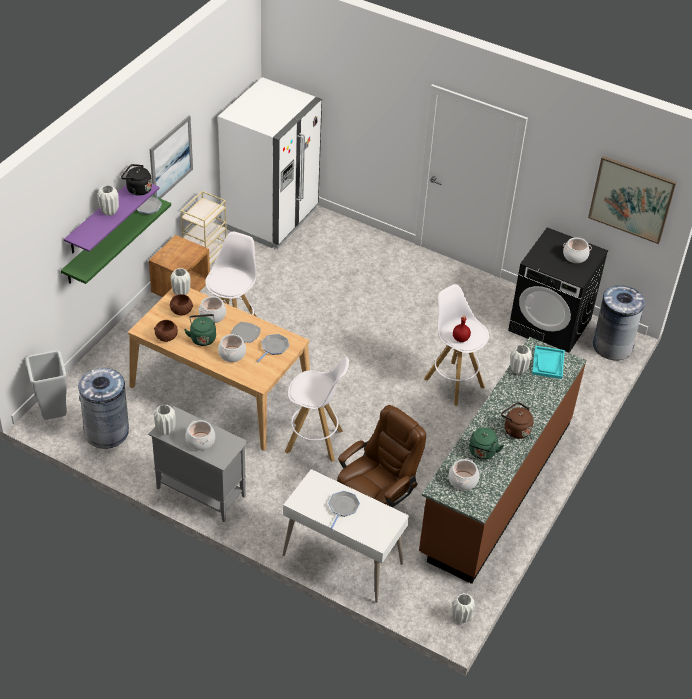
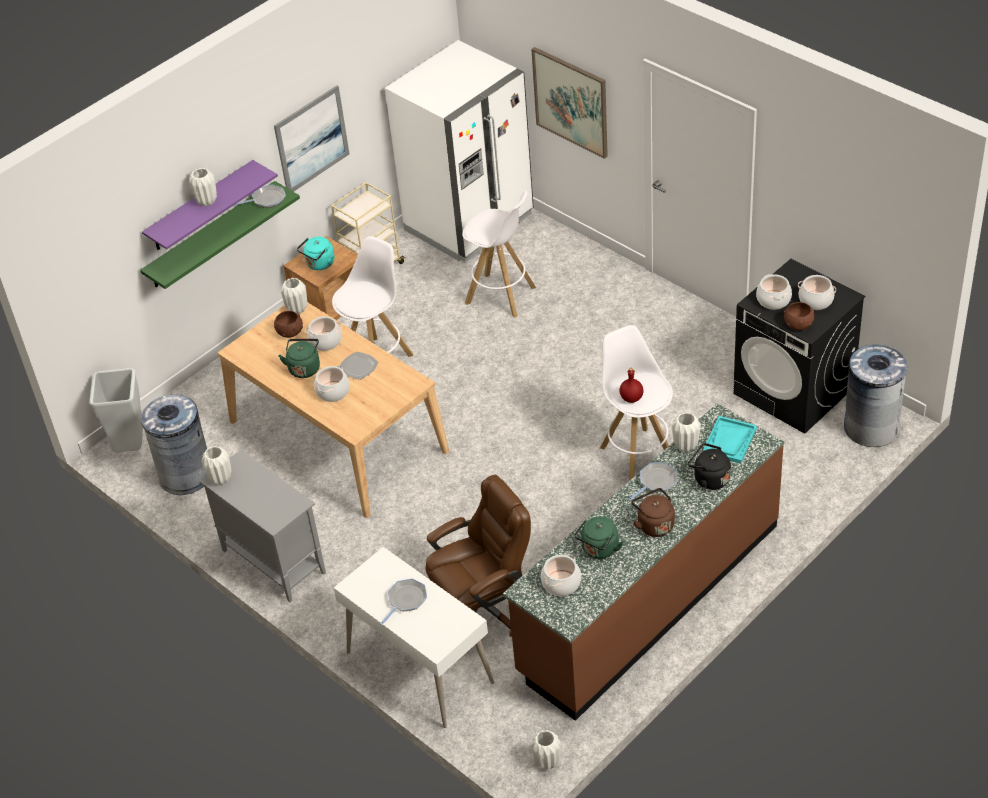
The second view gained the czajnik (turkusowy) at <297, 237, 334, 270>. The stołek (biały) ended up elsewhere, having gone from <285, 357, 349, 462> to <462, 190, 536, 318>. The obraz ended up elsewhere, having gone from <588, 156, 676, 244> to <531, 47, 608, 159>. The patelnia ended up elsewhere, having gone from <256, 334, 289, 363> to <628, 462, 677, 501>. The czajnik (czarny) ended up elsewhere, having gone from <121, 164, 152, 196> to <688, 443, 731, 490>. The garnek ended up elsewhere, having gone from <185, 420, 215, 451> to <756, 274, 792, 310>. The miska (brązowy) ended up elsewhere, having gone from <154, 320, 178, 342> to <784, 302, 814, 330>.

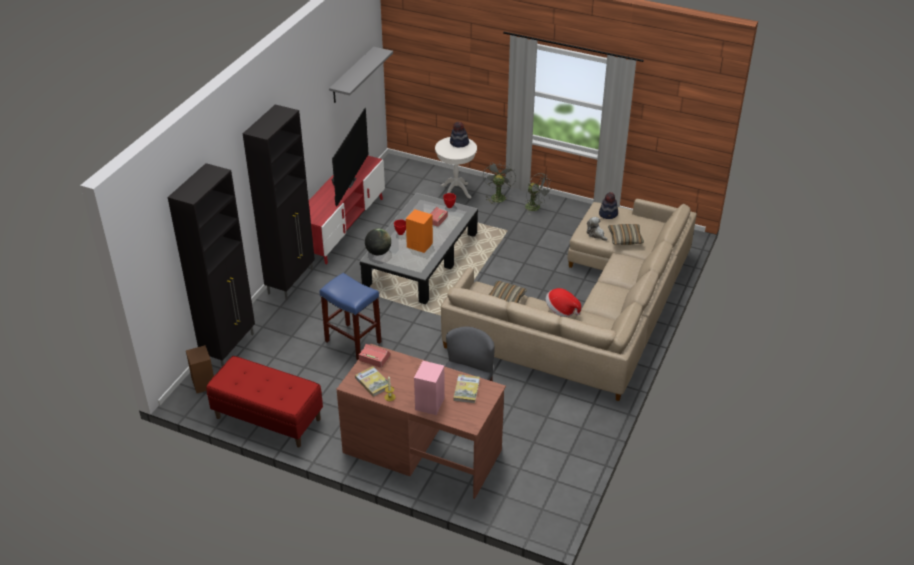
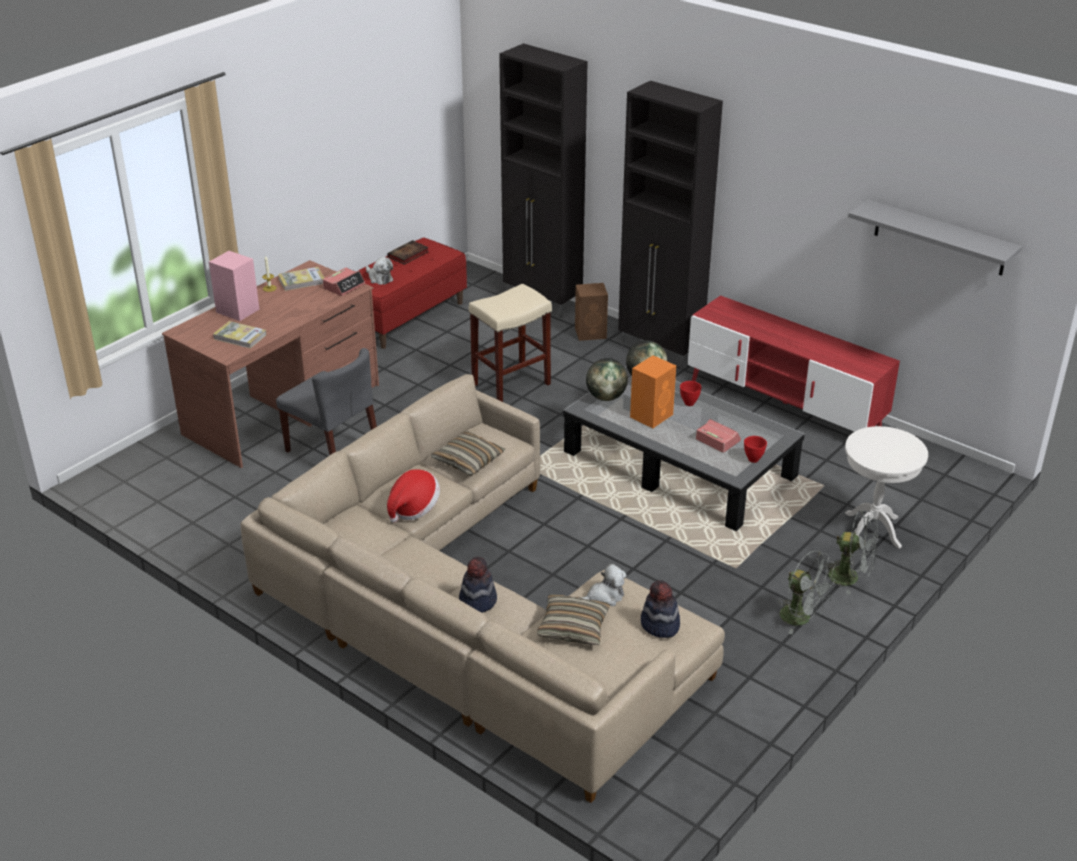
The second view gained the pluszak at <366, 257, 393, 285>. The second view gained the książka at <388, 240, 429, 265>. The kapelusz ended up elsewhere, having gone from <450, 122, 469, 147> to <459, 557, 497, 613>. What was the stołek (niebieski) at <320, 273, 381, 360> turned into the stołek (beżowy) at <469, 284, 552, 402>. The głośnik (brązowy) ended up elsewhere, having gone from <186, 345, 214, 393> to <575, 283, 608, 341>. The second view gained the globus at <586, 358, 628, 401>. The wentylator (szary) at <525, 173, 552, 215> ended up facing another way, 105 degrees counterclockwise from before. The second view lost the telewizor at <332, 108, 369, 207>.

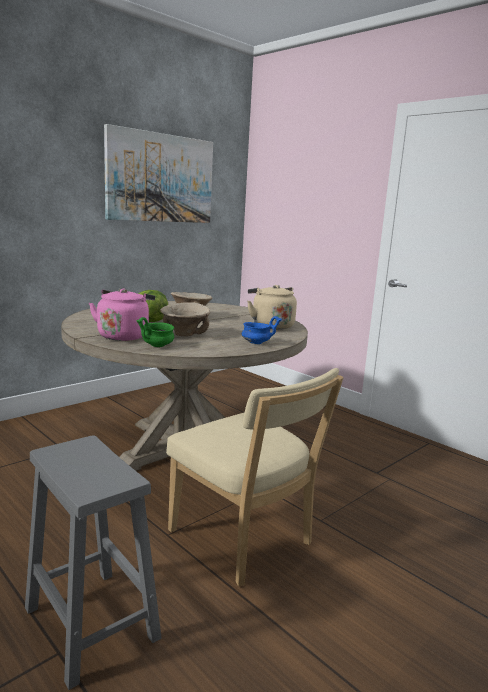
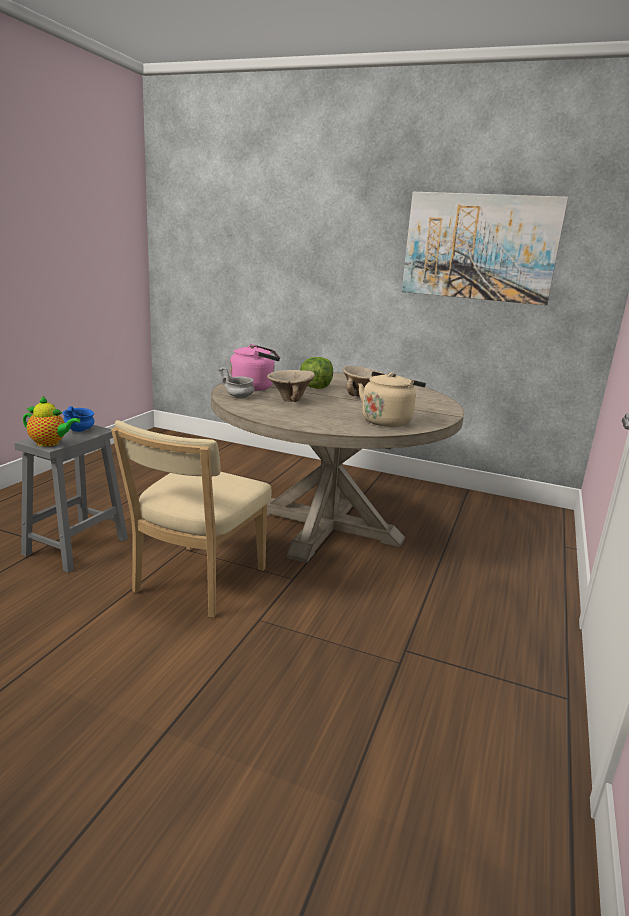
The second view gained the imbryk at <23, 396, 80, 447>. The miska (niebieski) ended up elsewhere, having gone from <242, 316, 282, 344> to <62, 406, 94, 432>. What was the miska (zielony) at <136, 317, 174, 347> turned into the miska (szary) at <218, 367, 255, 399>.

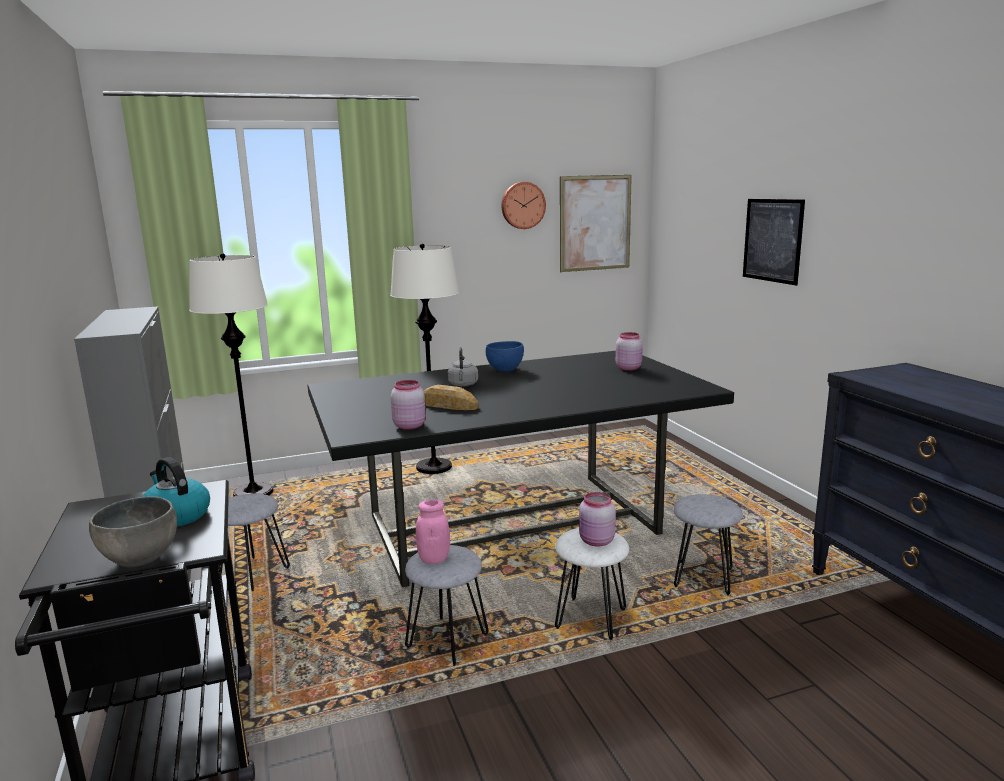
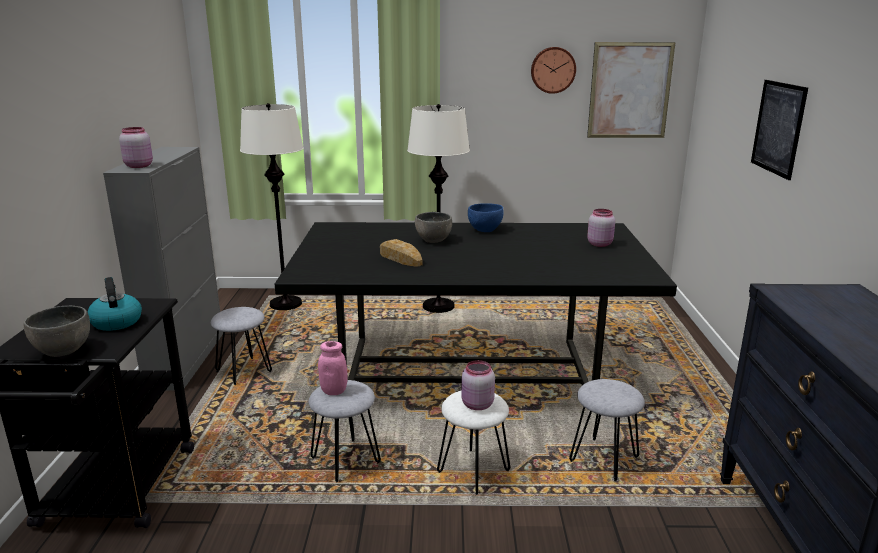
The słoik (różowy) ended up elsewhere, having gone from <391, 380, 426, 430> to <119, 127, 153, 168>. Where the czajnik (szary) stood at <448, 347, 478, 386>, the miska (szary) came to stand at <415, 212, 452, 243>.

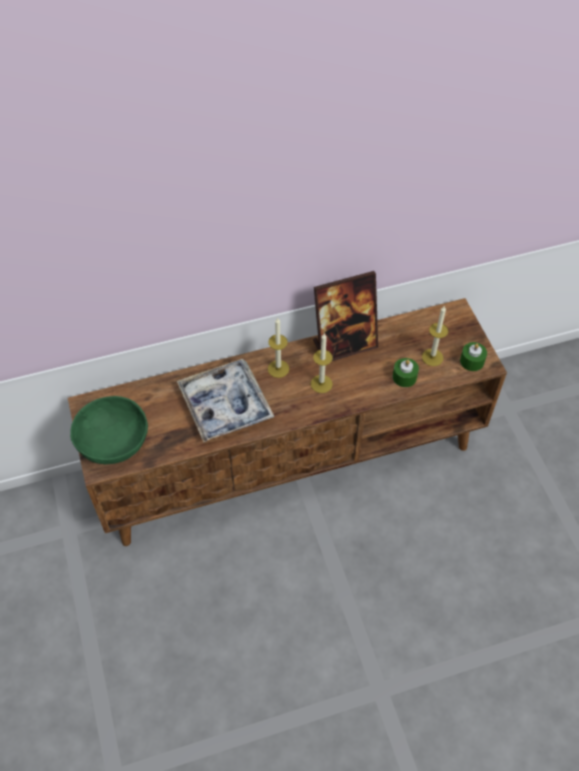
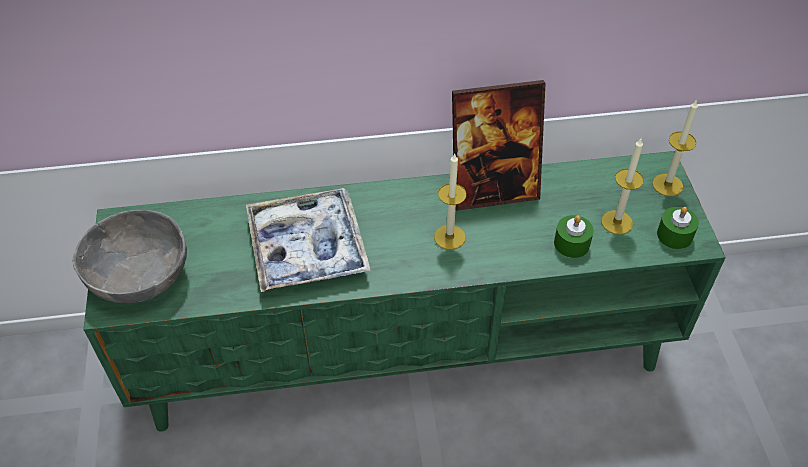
What was the miska (zielony) at <70, 396, 148, 464> turned into the miska (szary) at <73, 210, 187, 303>. What was the szafka pod telewizor (brązowy) at <68, 298, 507, 546> turned into the szafka pod telewizor (zielony) at <83, 151, 726, 432>. The świeca ended up elsewhere, having gone from <268, 317, 289, 378> to <652, 99, 698, 196>.

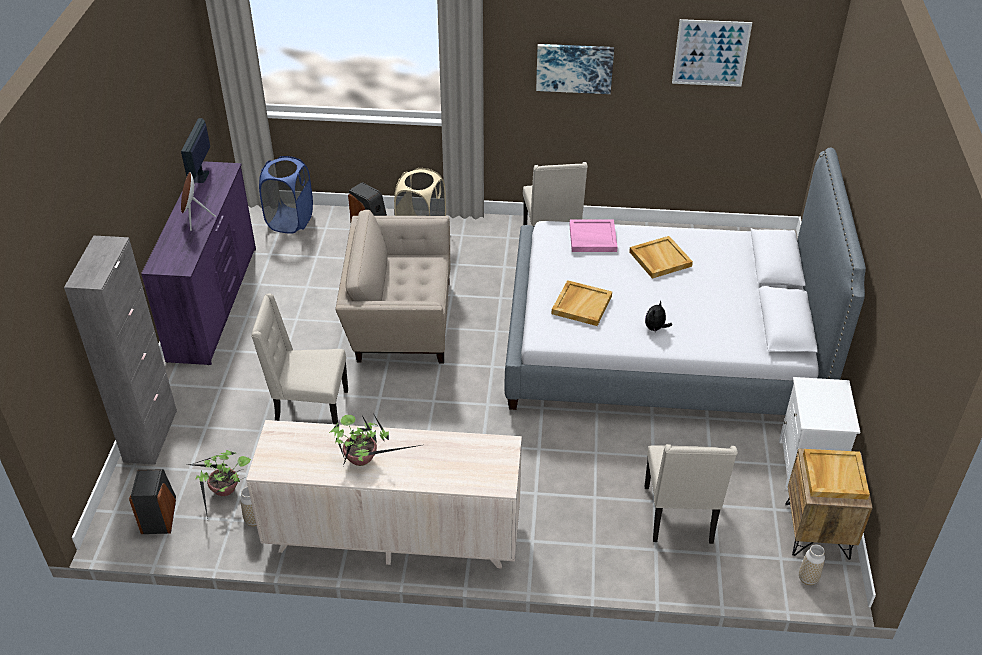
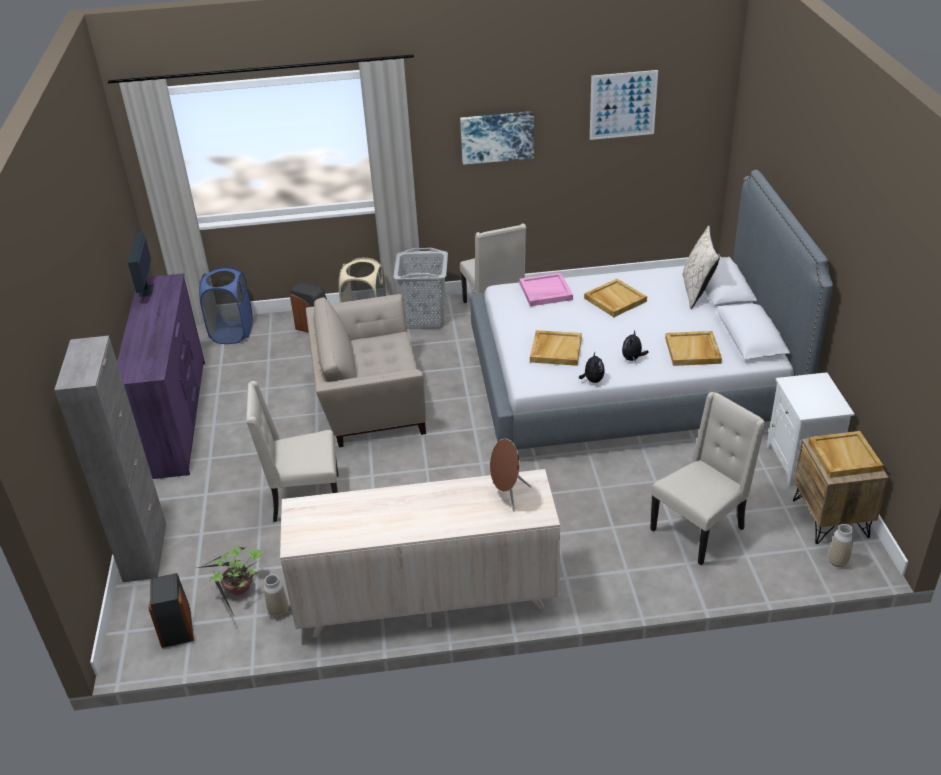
The second view gained the kosz na pranie (szary) at <393, 248, 448, 329>. The głośnik (brązowy) ended up elsewhere, having gone from <181, 172, 216, 231> to <490, 439, 531, 512>. The second view gained the pluszak at <579, 352, 605, 383>. The krzesło (beżowy) at <645, 444, 737, 544> ended up facing another way, 120 degrees counterclockwise from before. The second view gained the taca (beżowy) at <665, 331, 722, 366>. The second view gained the poduszka (beżowy) at <683, 225, 720, 309>. The second view lost the roślina doniczkowa at <329, 415, 427, 466>.

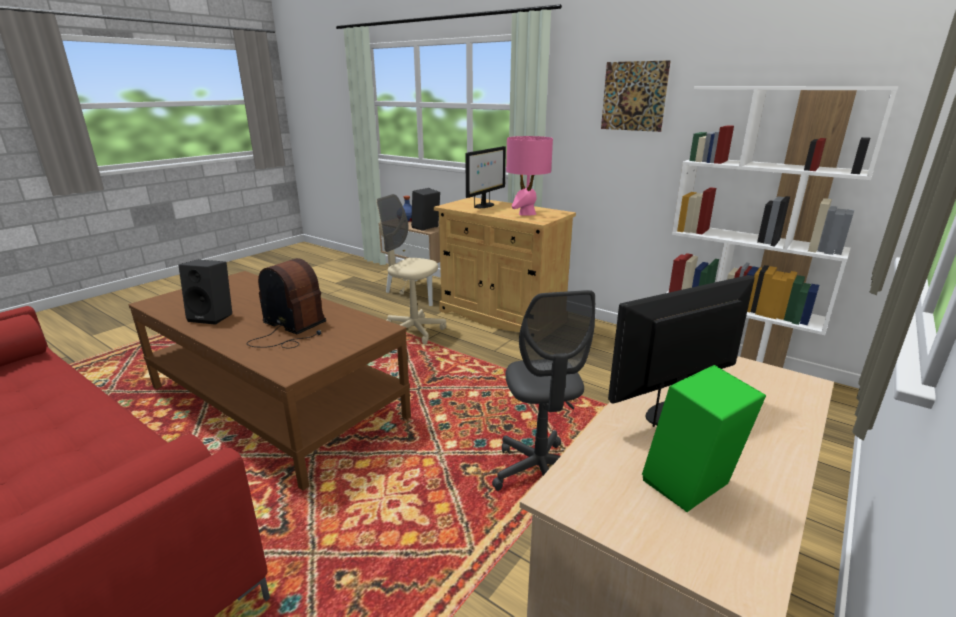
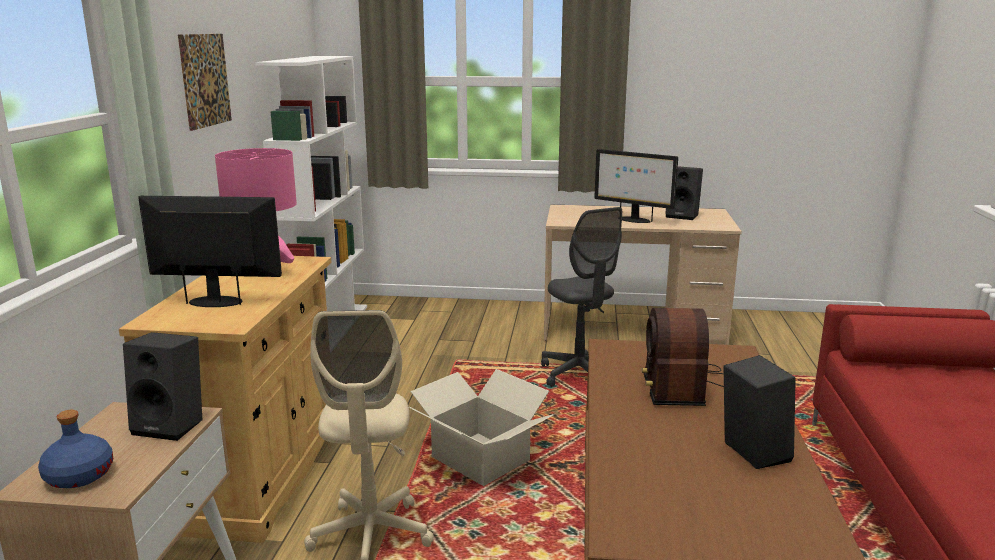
The second view gained the karton at <409, 369, 554, 486>. The krzesło biurowe (szary) at <492, 290, 595, 491> ended up facing another way, 105 degrees clockwise from before. What was the głośnik (zielony) at <642, 365, 766, 512> turned into the głośnik (czarny) at <665, 166, 703, 220>.

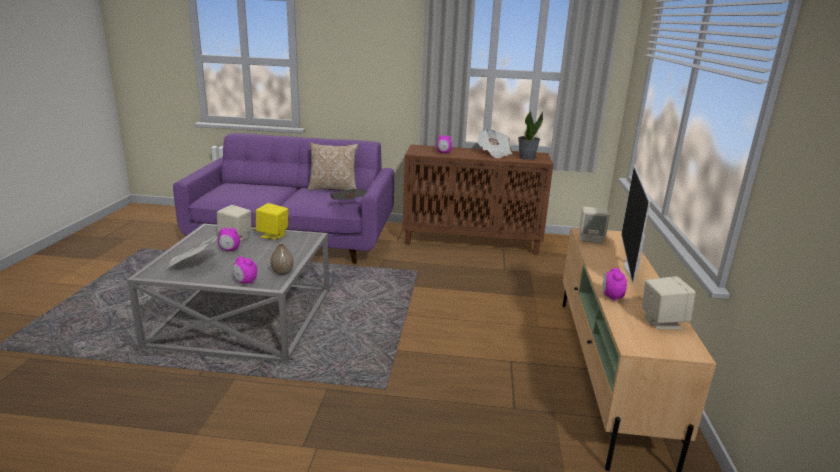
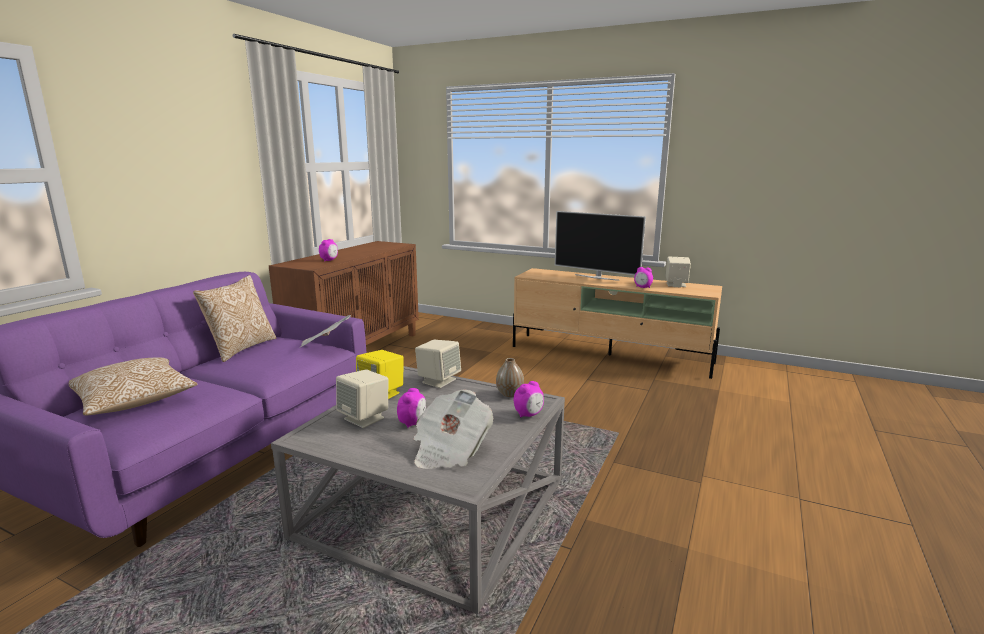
The second view gained the poduszka at <69, 357, 198, 416>. The głośnik (beżowy) ended up elsewhere, having gone from <579, 206, 609, 243> to <415, 340, 461, 388>. The second view lost the gazeta at <478, 129, 513, 158>. The second view lost the roślina doniczkowa at <518, 111, 543, 160>.

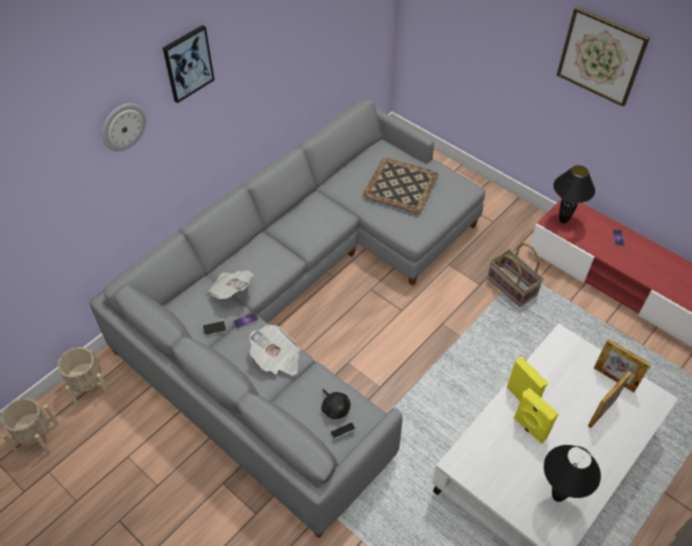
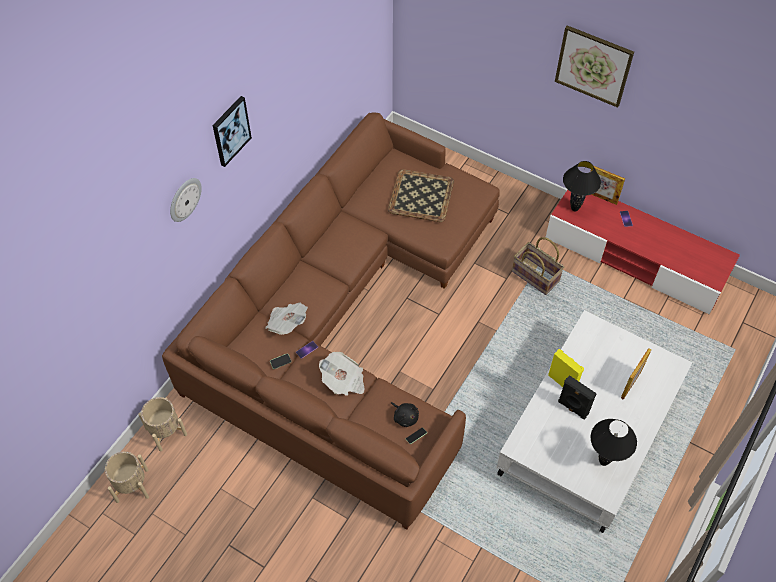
What was the kanapa (szary) at <89, 98, 485, 538> turned into the kanapa (brązowy) at <162, 112, 500, 530>. What was the głośnik (żółty) at <514, 388, 559, 444> turned into the głośnik (czarny) at <558, 375, 597, 420>. The ramka na zdjęcie ended up elsewhere, having gone from <594, 339, 651, 392> to <590, 166, 625, 205>.

